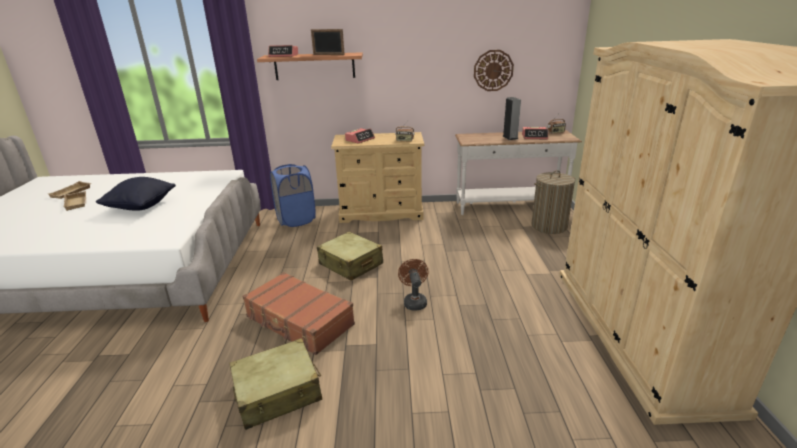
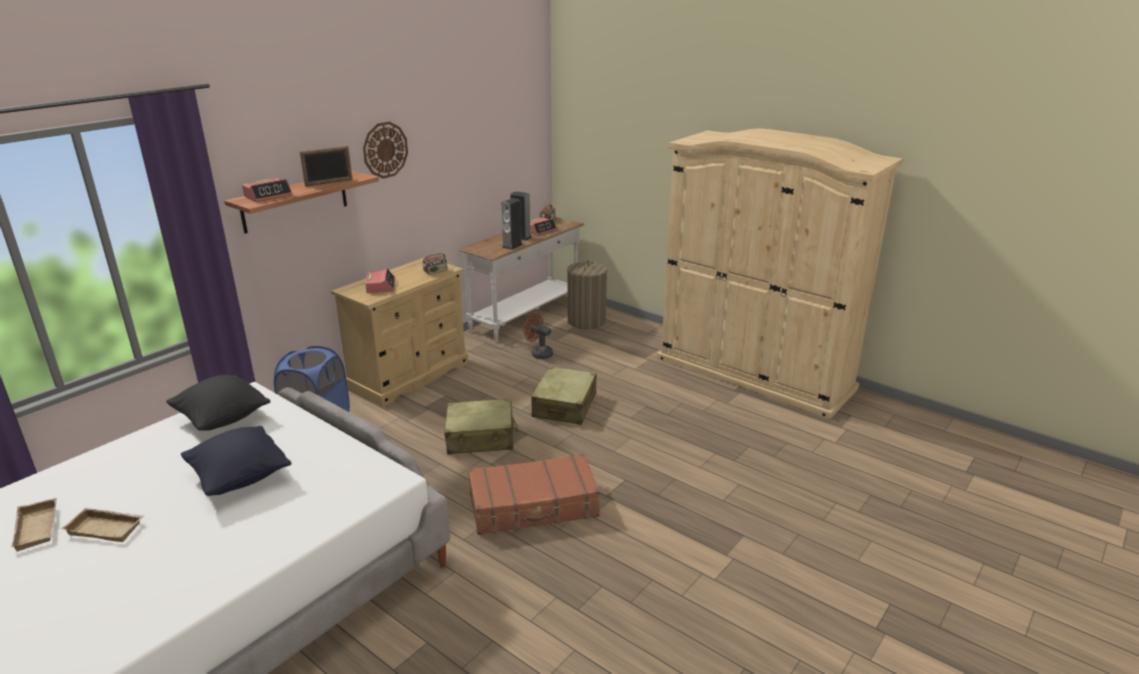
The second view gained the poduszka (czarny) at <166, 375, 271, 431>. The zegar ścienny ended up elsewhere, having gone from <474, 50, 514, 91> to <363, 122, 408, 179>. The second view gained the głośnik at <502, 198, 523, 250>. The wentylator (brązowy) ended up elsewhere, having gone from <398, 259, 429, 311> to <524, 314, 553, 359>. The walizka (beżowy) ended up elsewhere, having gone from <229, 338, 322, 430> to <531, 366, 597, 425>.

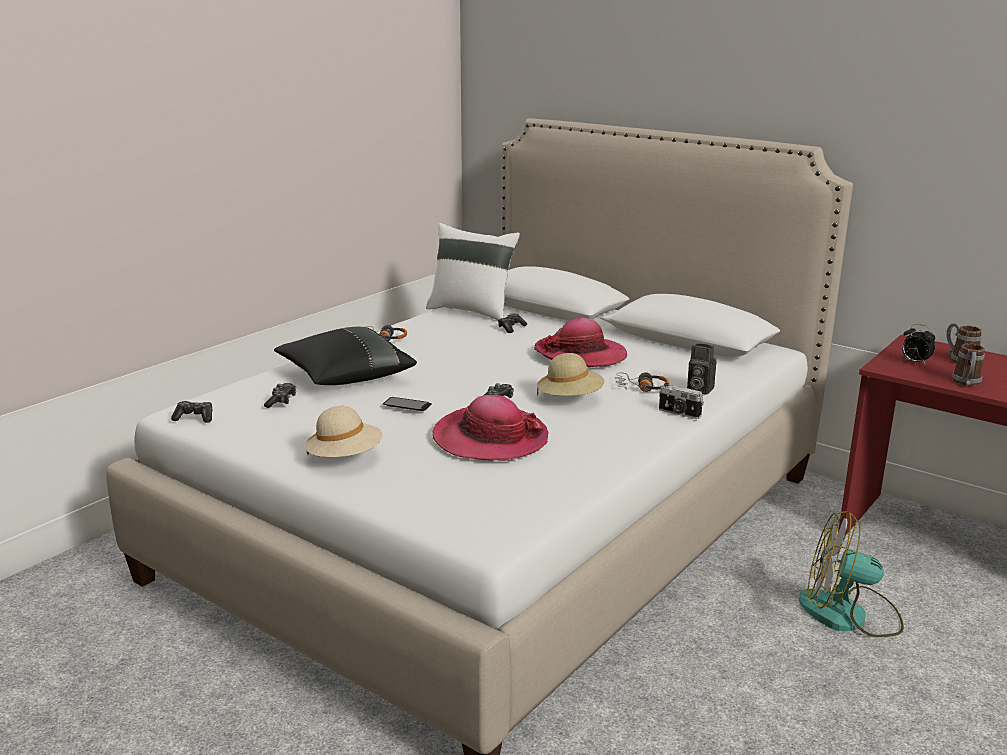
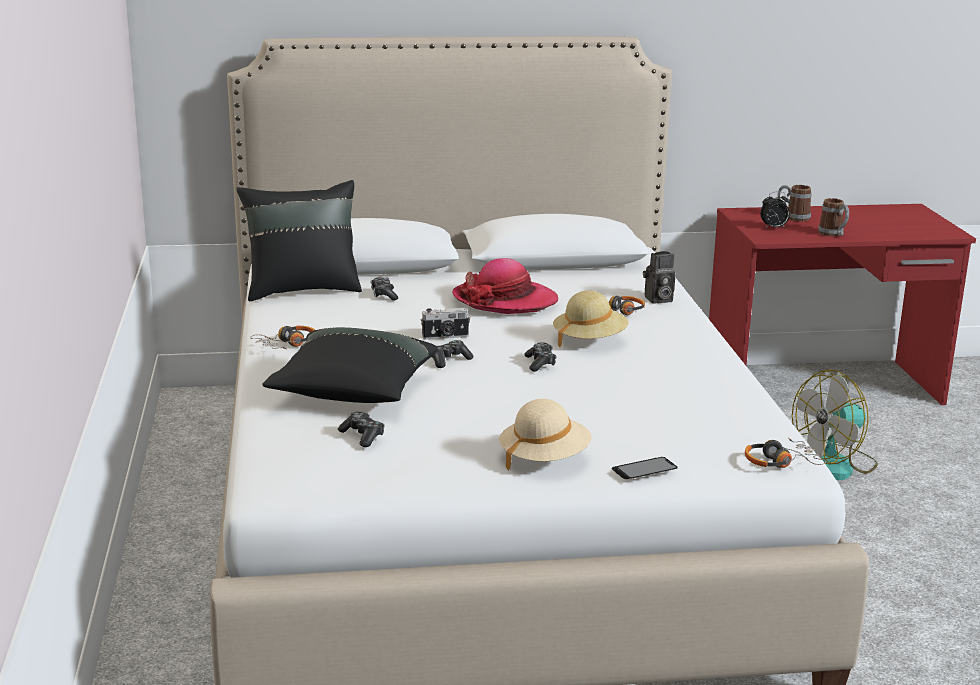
What was the poduszka (biały) at <426, 223, 520, 320> turned into the poduszka (czarny) at <236, 180, 362, 301>. The aparat fotograficzny ended up elsewhere, having gone from <659, 383, 704, 419> to <421, 308, 470, 340>. The pad do gier ended up elsewhere, having gone from <171, 401, 212, 423> to <431, 340, 474, 368>. The telefon ended up elsewhere, having gone from <383, 397, 432, 411> to <612, 457, 678, 479>. The second view gained the słuchawki at <745, 438, 826, 468>. The second view lost the kapelusz at <432, 395, 549, 461>.

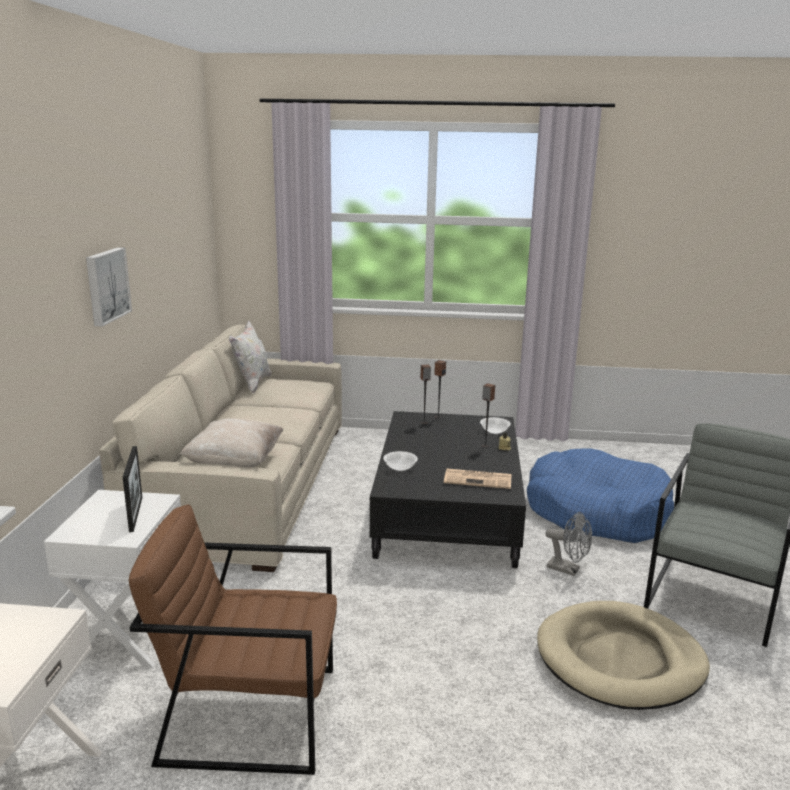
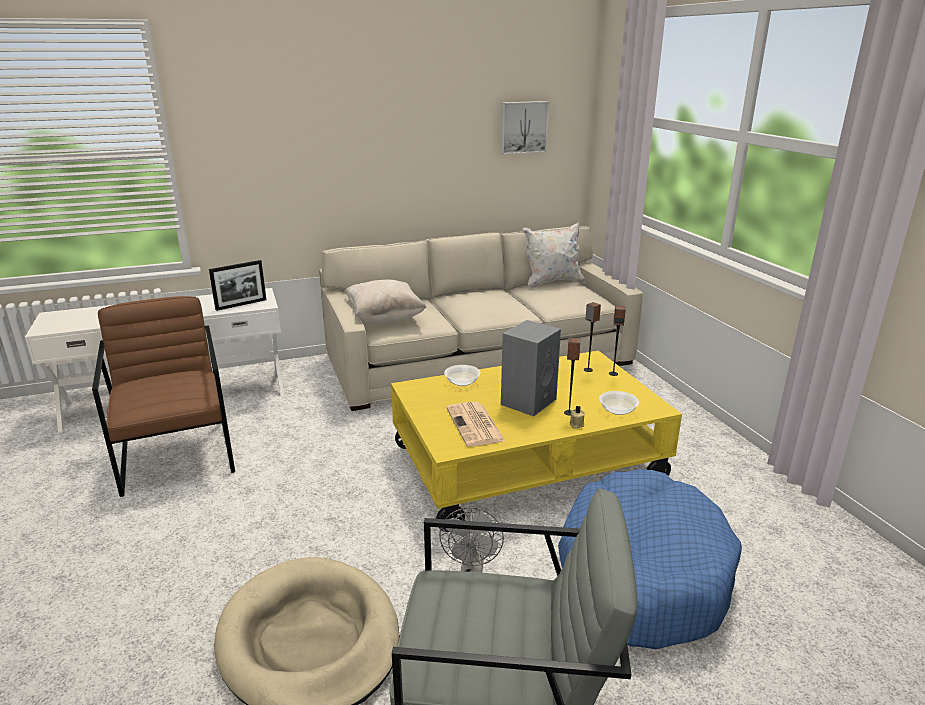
What was the ława (czarny) at <369, 411, 526, 568> turned into the ława (żółty) at <391, 351, 682, 532>. The obraz ended up elsewhere, having gone from <86, 247, 132, 327> to <500, 101, 549, 154>. The second view gained the głośnik (szary) at <501, 320, 561, 416>.

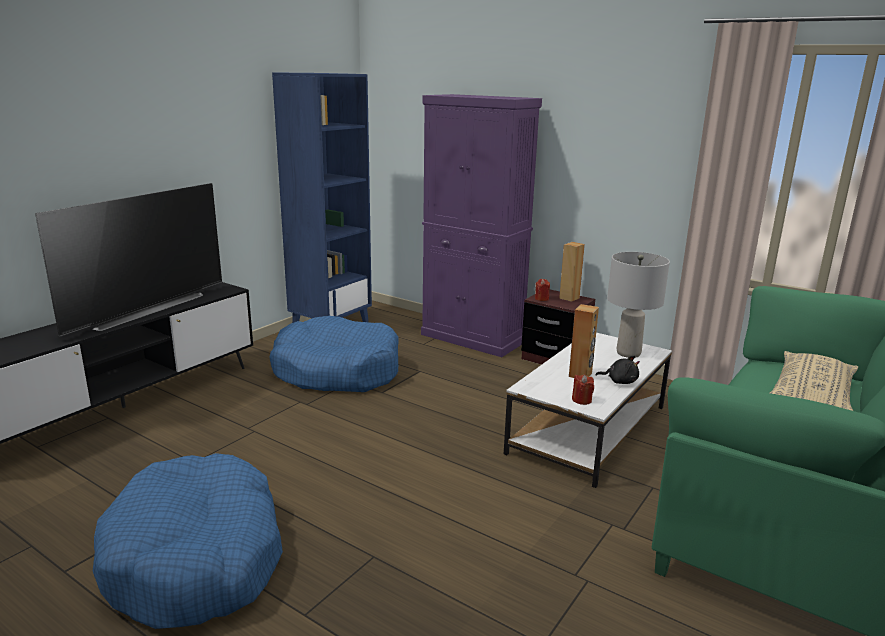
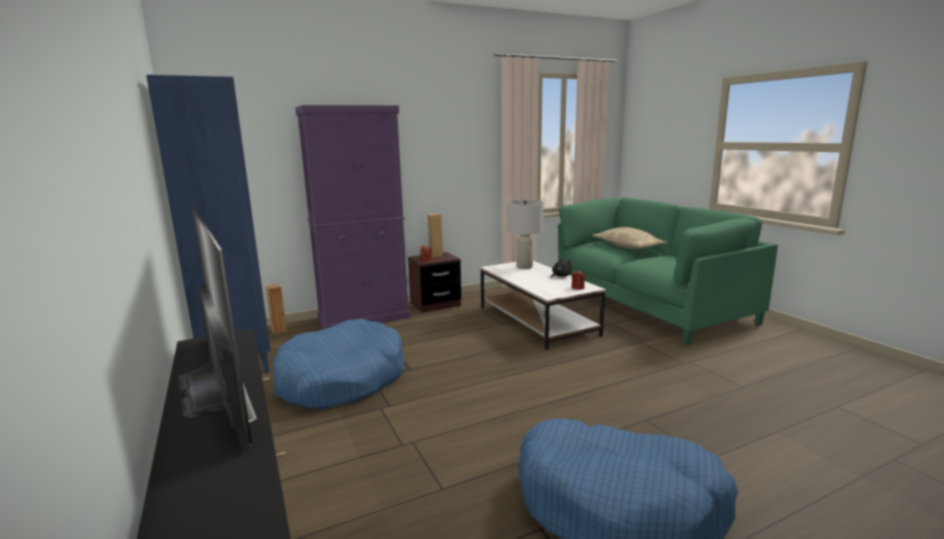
The głośnik (brązowy) ended up elsewhere, having gone from <569, 304, 599, 378> to <266, 284, 287, 335>.

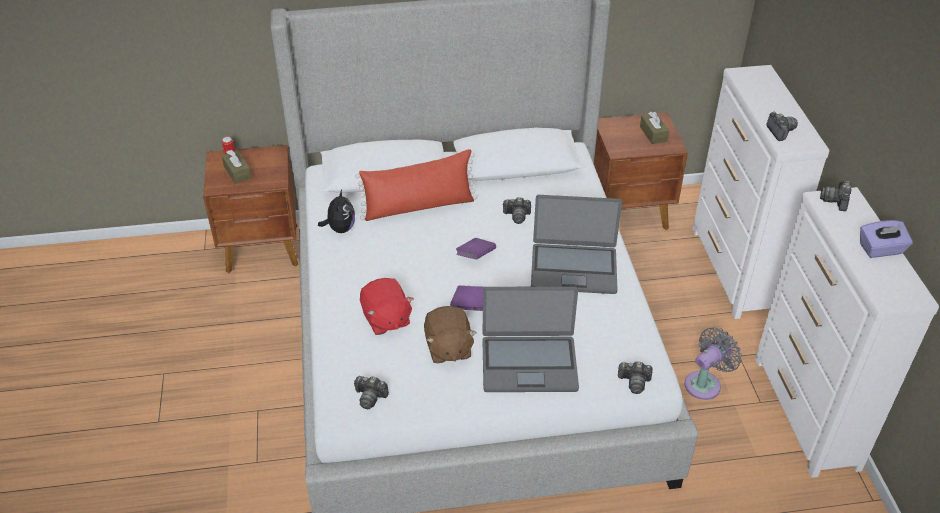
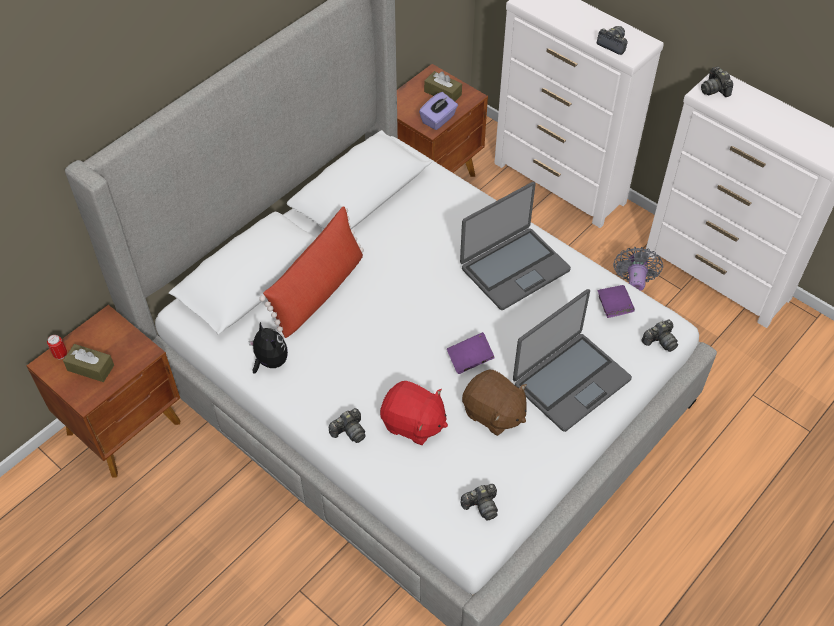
The aparat fotograficzny ended up elsewhere, having gone from <502, 197, 531, 224> to <329, 408, 366, 443>. The pudełko chusteczek (fioletowy) ended up elsewhere, having gone from <860, 220, 913, 258> to <419, 92, 458, 130>. The książka (fioletowy) ended up elsewhere, having gone from <456, 238, 496, 260> to <598, 285, 635, 318>.

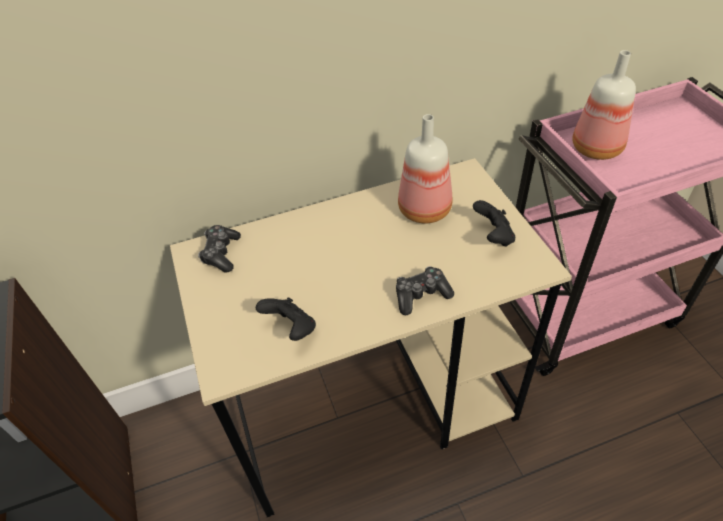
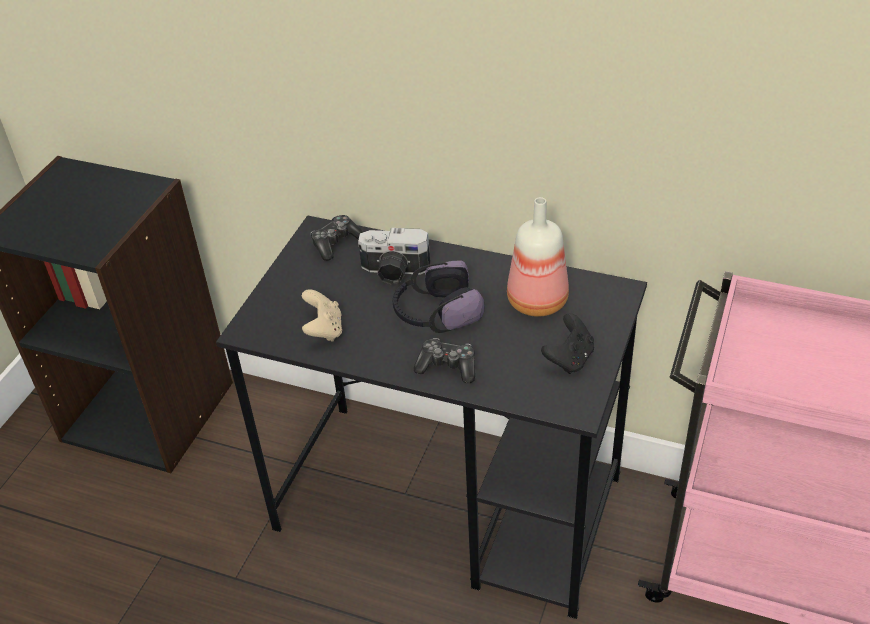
What was the biurko (beżowy) at <170, 158, 572, 517> turned into the biurko (czarny) at <216, 215, 647, 619>. What was the pad do gier (czarny) at <256, 297, 316, 341> turned into the pad do gier (beżowy) at <302, 289, 342, 342>. The second view gained the aparat fotograficzny at <358, 228, 430, 285>. The second view gained the słuchawki at <393, 260, 485, 333>. The second view lost the butelka at <572, 50, 636, 160>.

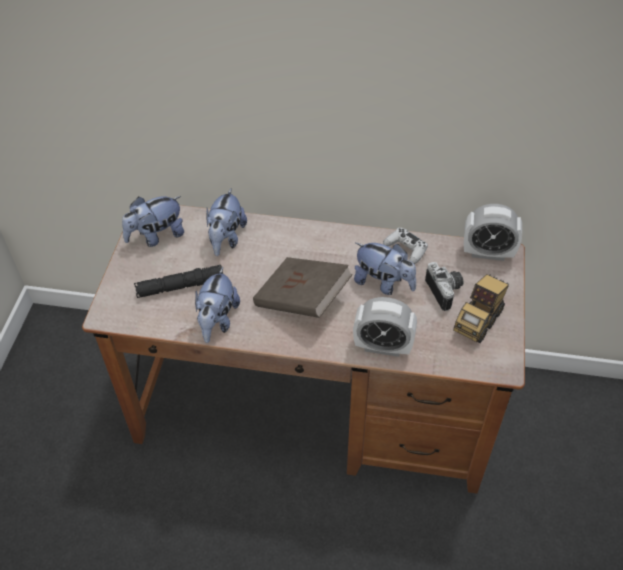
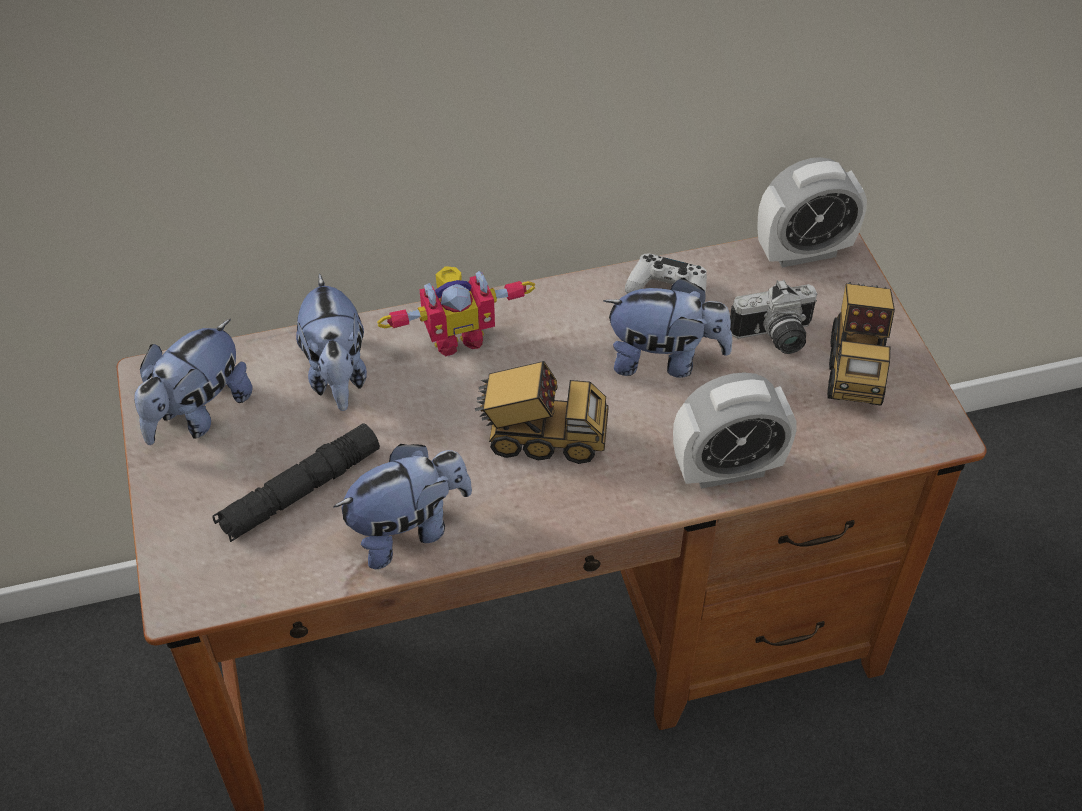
The pluszak at <195, 267, 240, 343> ended up facing another way, 105 degrees counterclockwise from before. The second view gained the robot zabawkowy at <377, 266, 535, 357>. Where the książka (brązowy) stood at <253, 257, 353, 318>, the ciężarówka zabawkowa came to stand at <475, 361, 609, 464>. The aparat fotograficzny at <425, 262, 464, 311> ended up facing another way, 120 degrees clockwise from before.

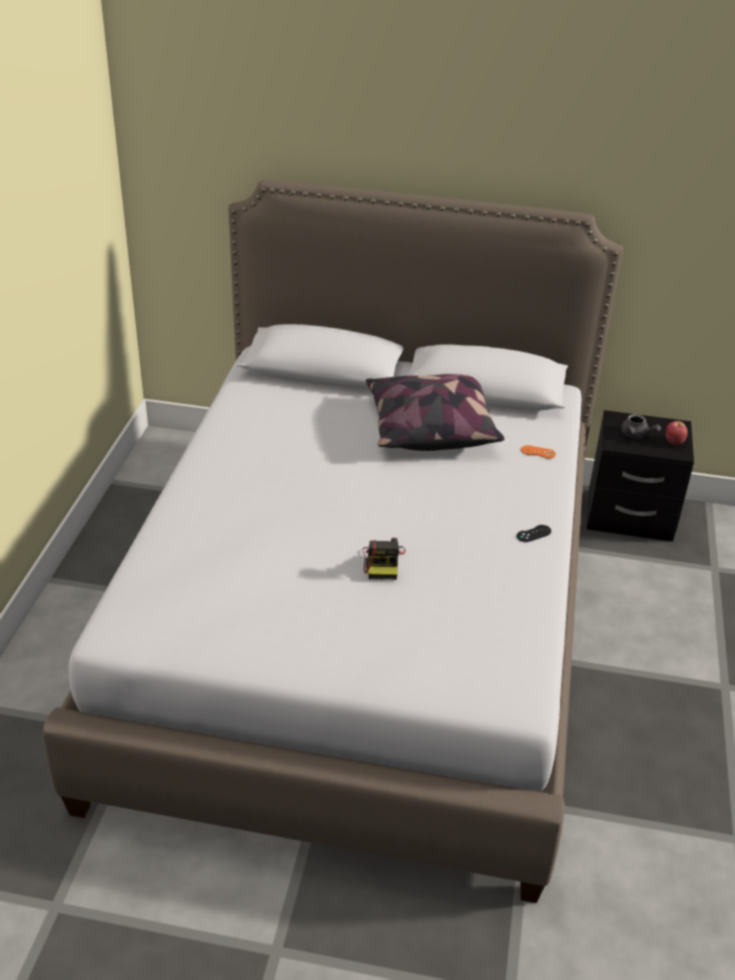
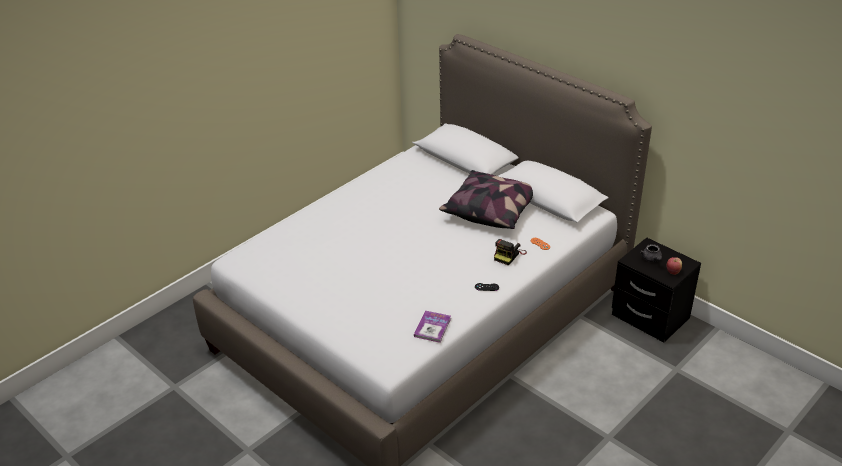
The second view gained the książka at <414, 311, 451, 343>. The aparat fotograficzny ended up elsewhere, having gone from <363, 538, 406, 580> to <494, 239, 527, 266>.

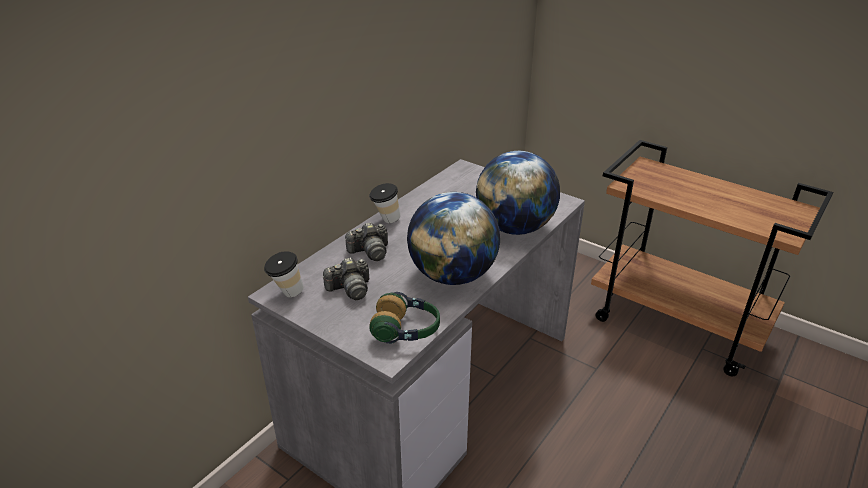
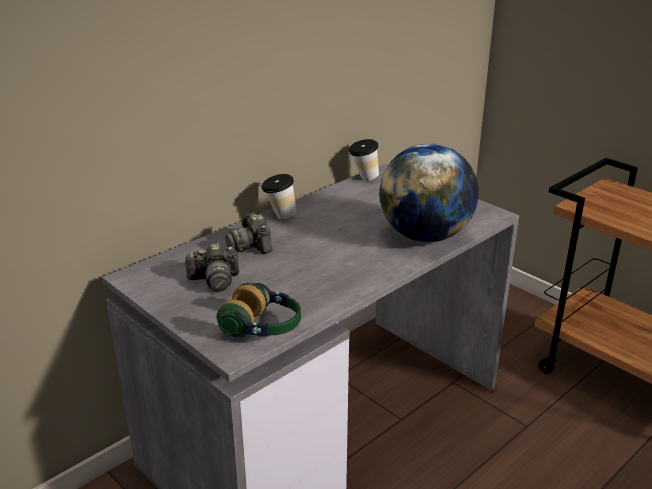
The aparat fotograficzny at <345, 222, 388, 261> ended up facing another way, 75 degrees clockwise from before. The filiżanka ended up elsewhere, having gone from <264, 251, 304, 297> to <349, 139, 379, 180>. The second view lost the globus at <407, 192, 500, 285>.

